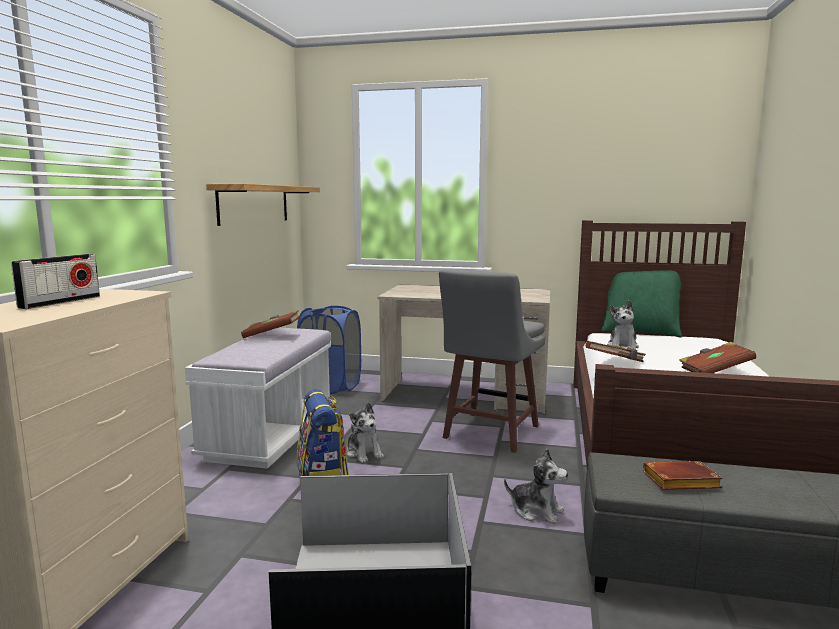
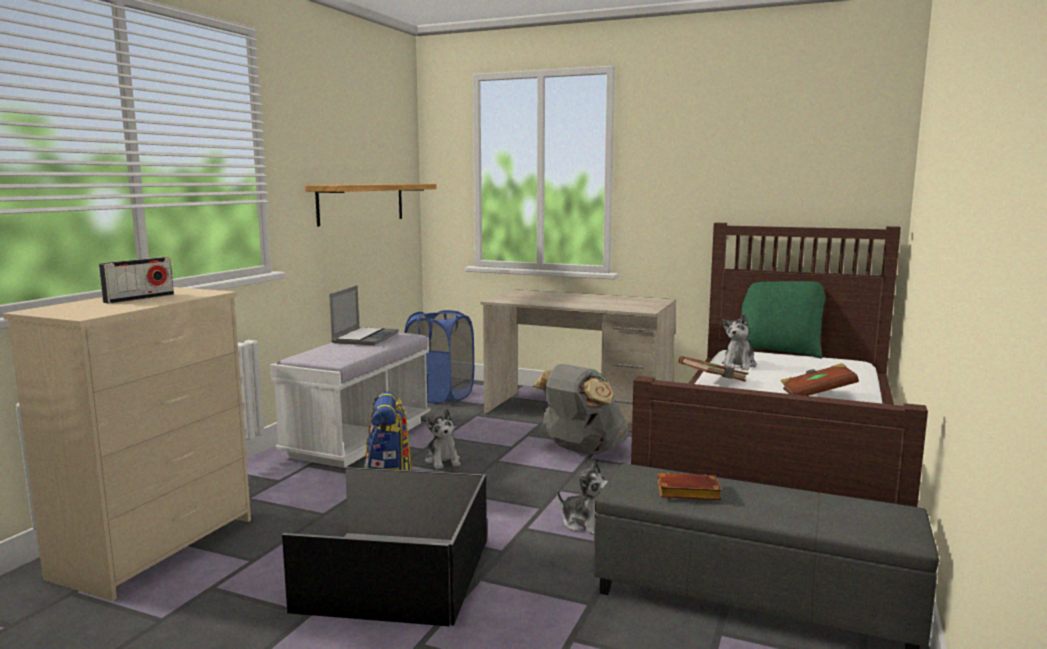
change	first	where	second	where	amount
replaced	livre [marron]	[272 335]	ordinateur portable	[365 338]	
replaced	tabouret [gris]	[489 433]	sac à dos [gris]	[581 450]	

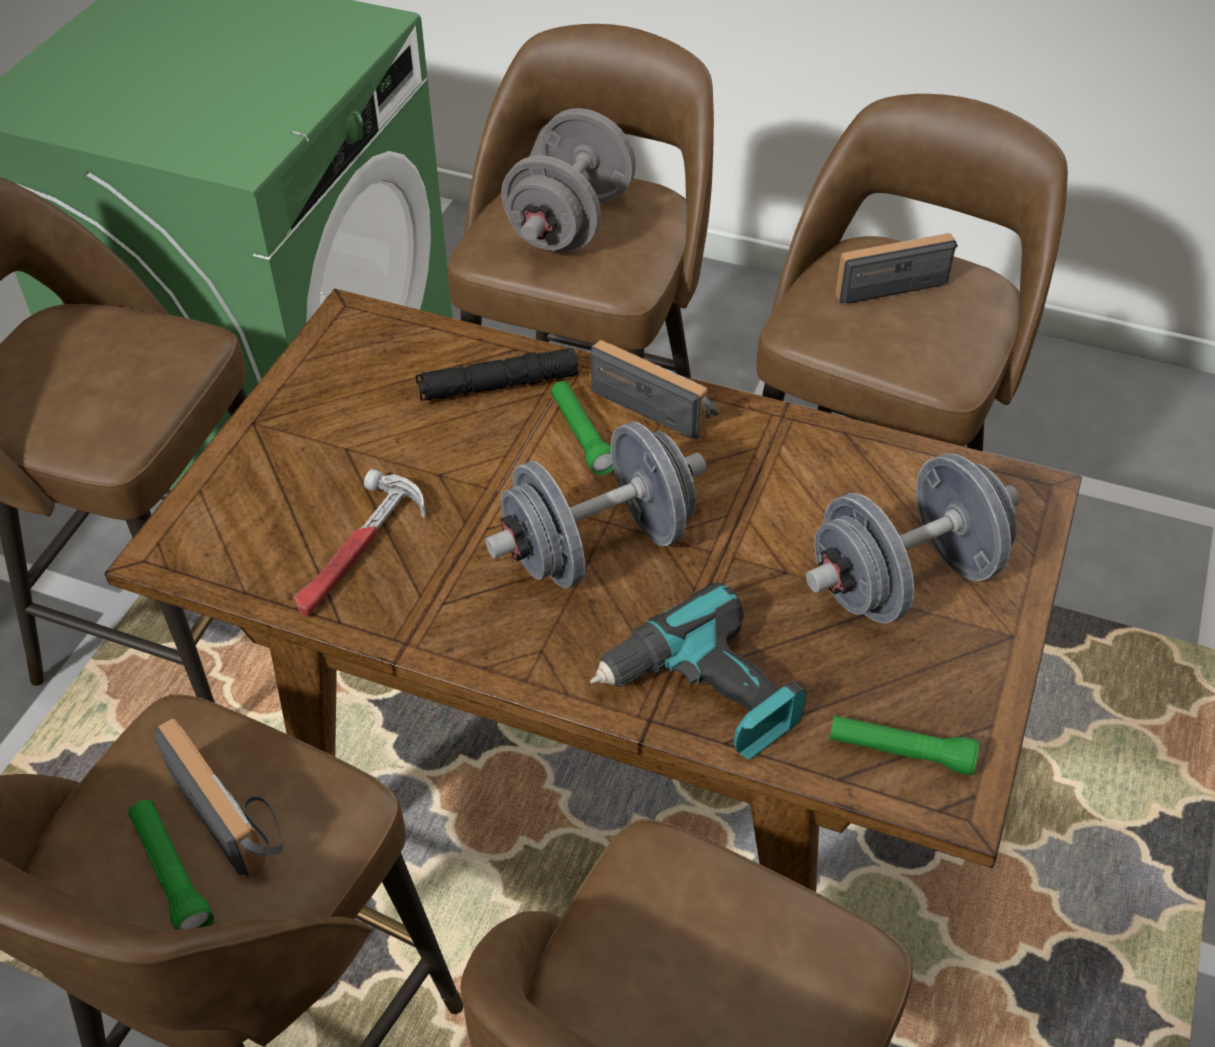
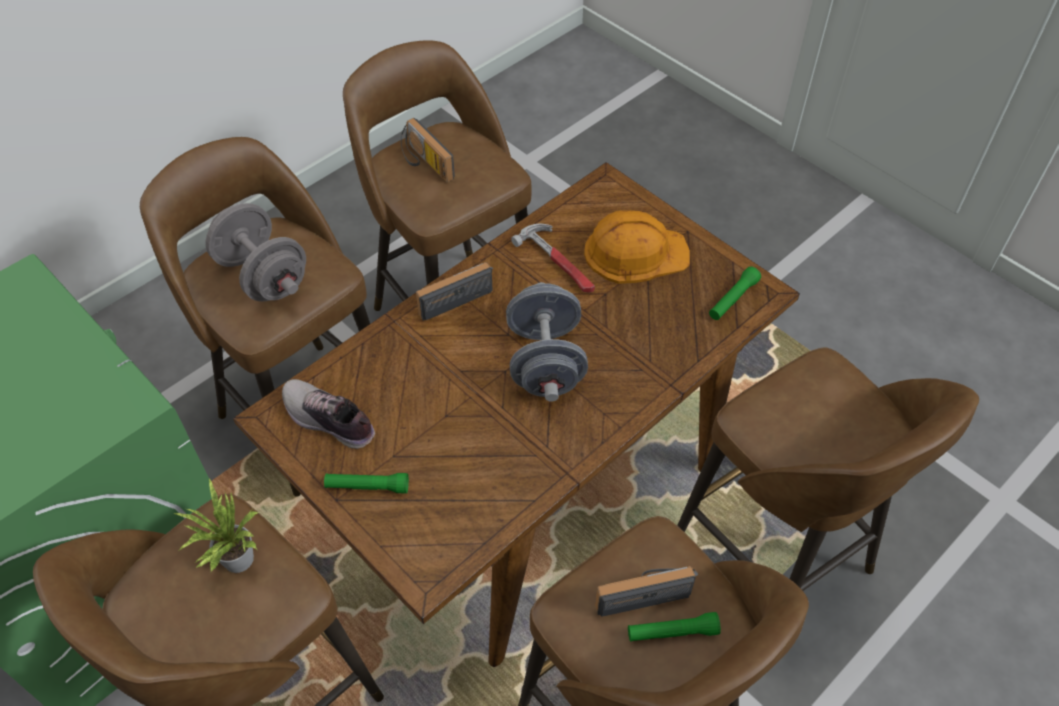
change	first	where	second	where	amount
added			plante en pot	[234 561]	
added			chaussure	[329 421]	
moved	lampe de poche [vert]	[582 436]		[367 487]	
turned	radio	[890 282]		[424 163]	45 degrees counterclockwise
moved	marteau	[358 552]		[559 262]	
replaced	haltère [gris]	[905 580]	casque de chantier [orange]	[635 252]	
removed	lampe de poche [noir]	[498 385]			
removed	perceuse	[703 695]			

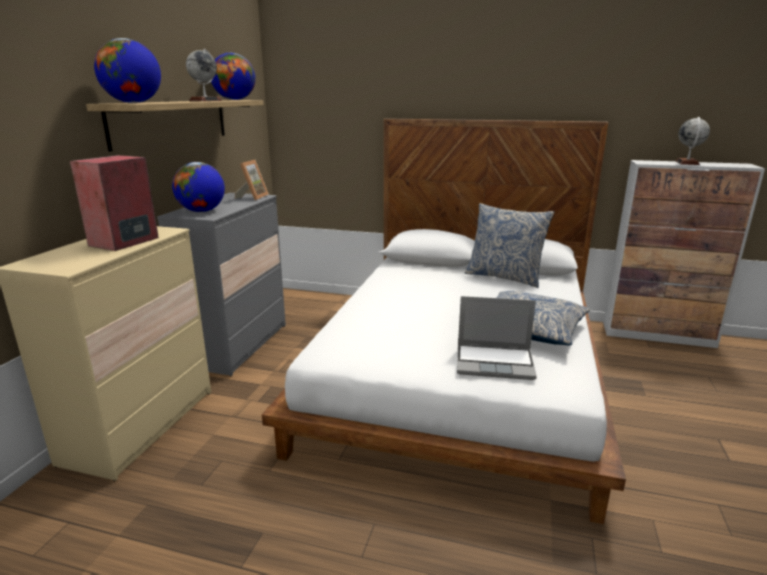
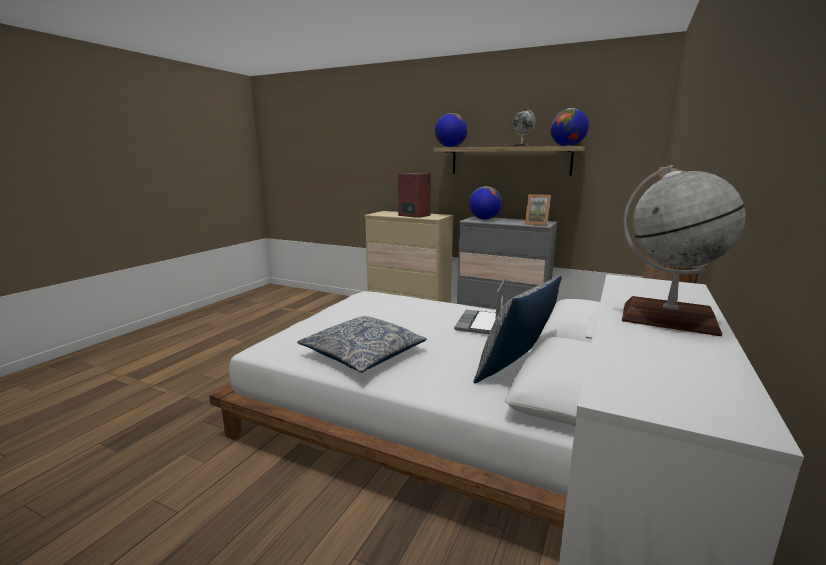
change	first	where	second	where	amount
moved	ordinateur portable	[495 362]		[481 324]	

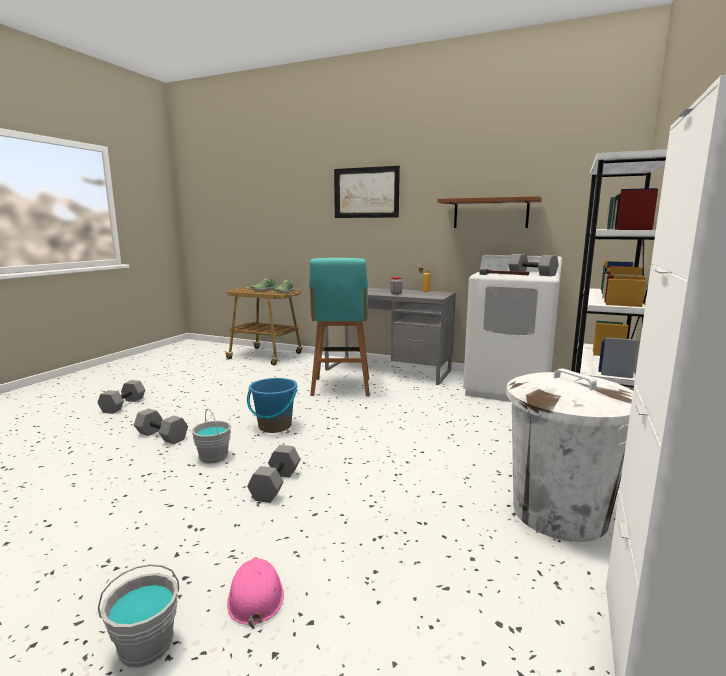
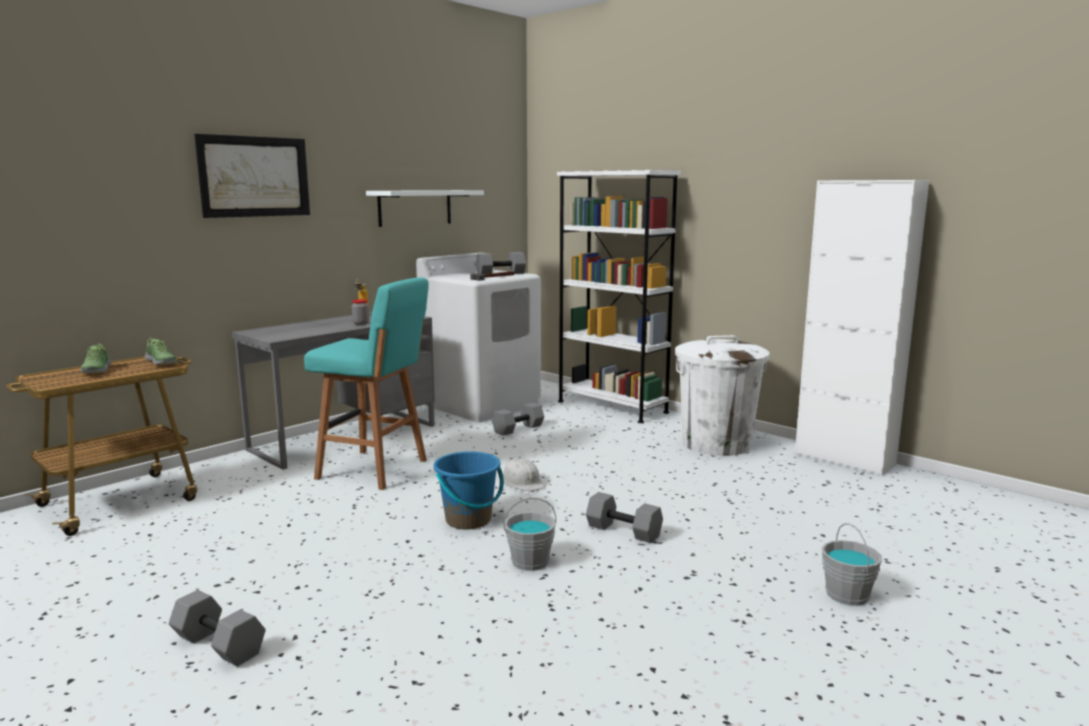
change	first	where	second	where	amount
recoloured	étagère [marron]	[490 213]	étagère [blanc]	[415 207]	
moved	haltère [gris]	[163 436]		[518 429]	
added			casque de chantier [blanc]	[523 482]	
removed	casque de chantier [rose]	[255 596]			

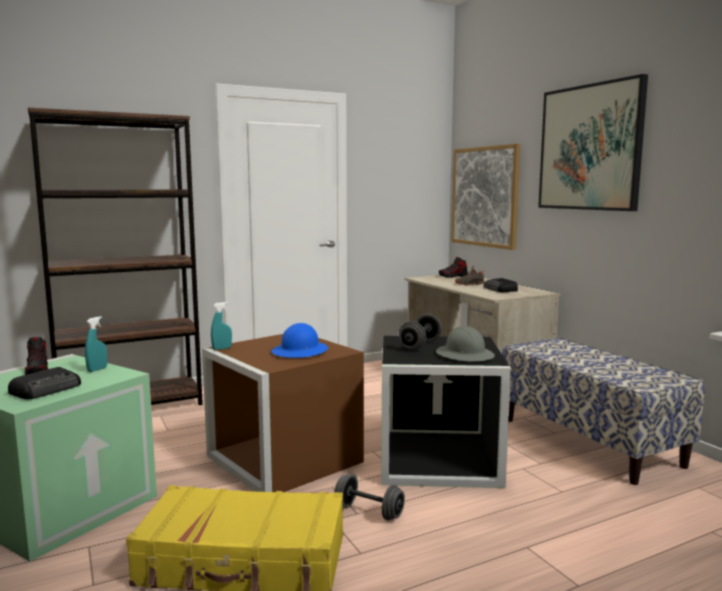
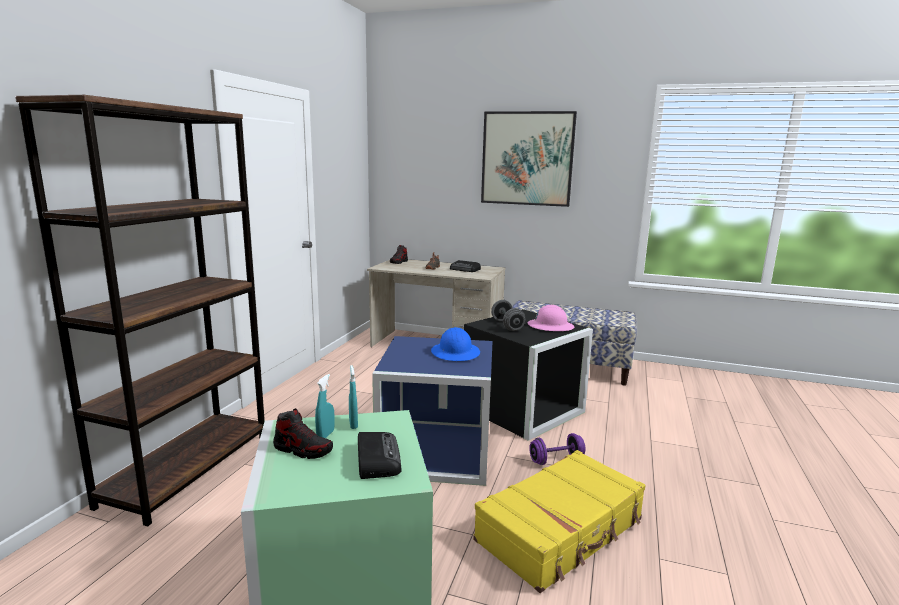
change	first	where	second	where	amount
moved	vaporisateur [turquoise]	[222 348]		[325 435]	
recoloured	boîte de rangement [marron]	[281 459]	boîte de rangement [bleu]	[434 452]	
recoloured	casque de chantier [gris]	[465 355]	casque de chantier [rose]	[550 326]	
recoloured	haltère [gris]	[369 511]	haltère [violet]	[556 460]	
removed	tableau	[485 196]			

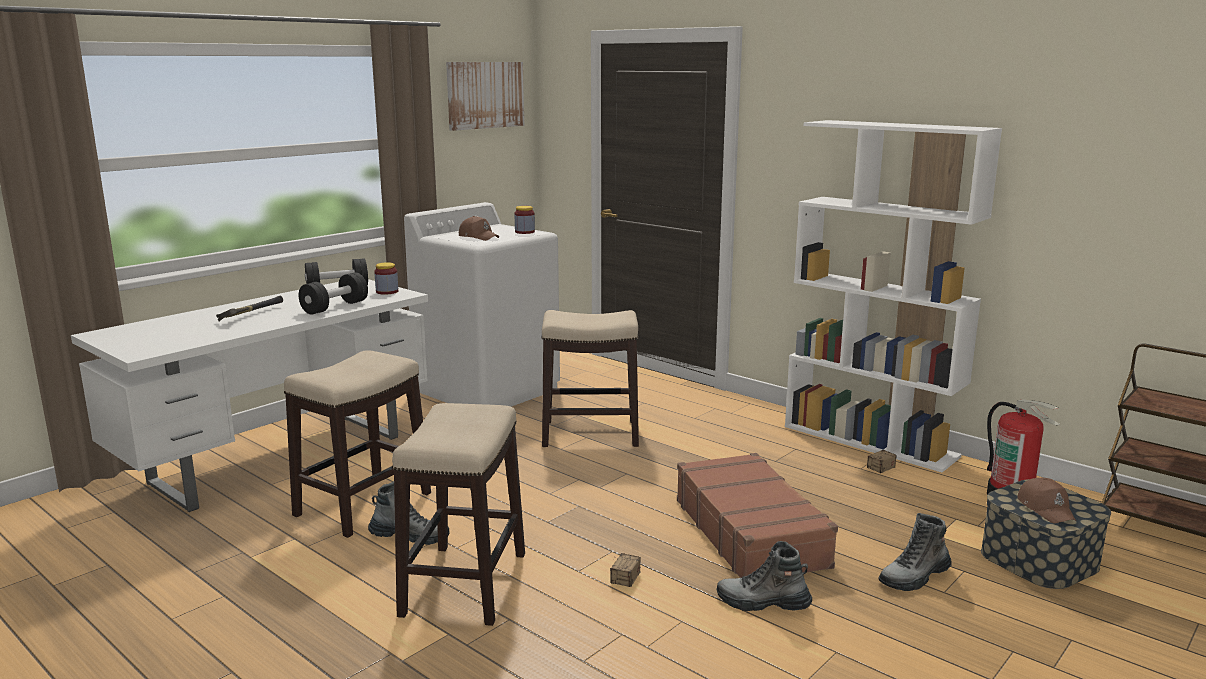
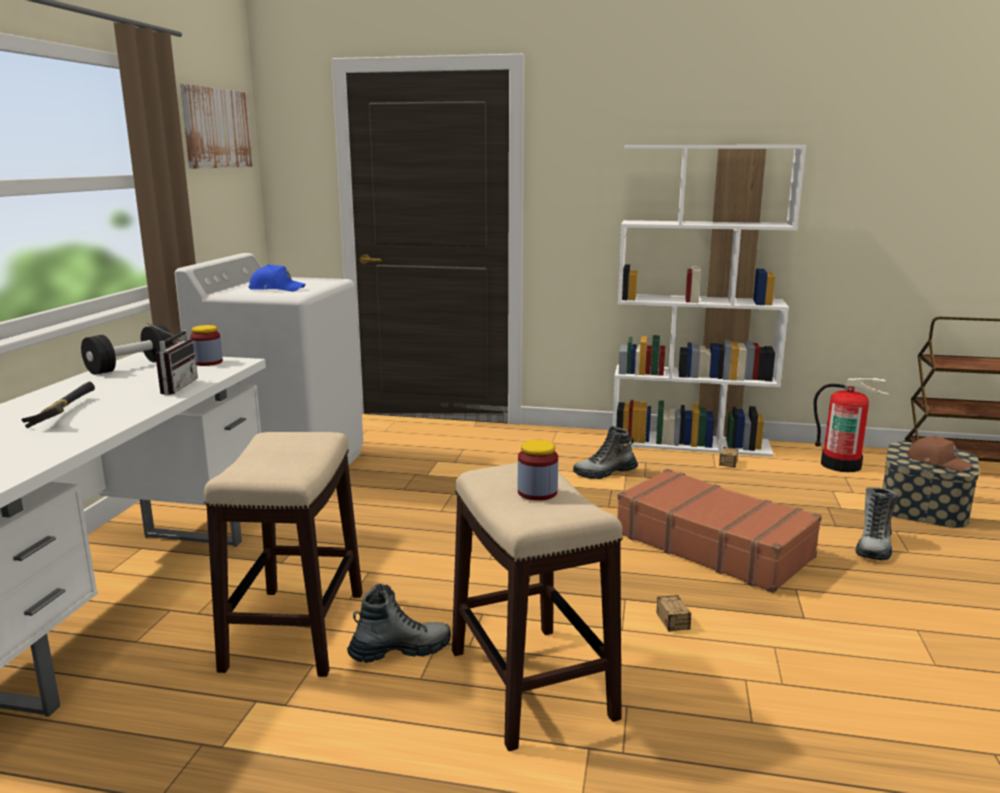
change	first	where	second	where	amount
replaced	haltère [noir]	[335 307]	radio	[173 387]	
recoloured	casquette [marron]	[478 237]	casquette [bleu]	[276 289]	
moved	bocal	[524 232]		[537 492]	
moved	botte	[763 603]		[605 473]	
removed	tabouret	[591 433]			

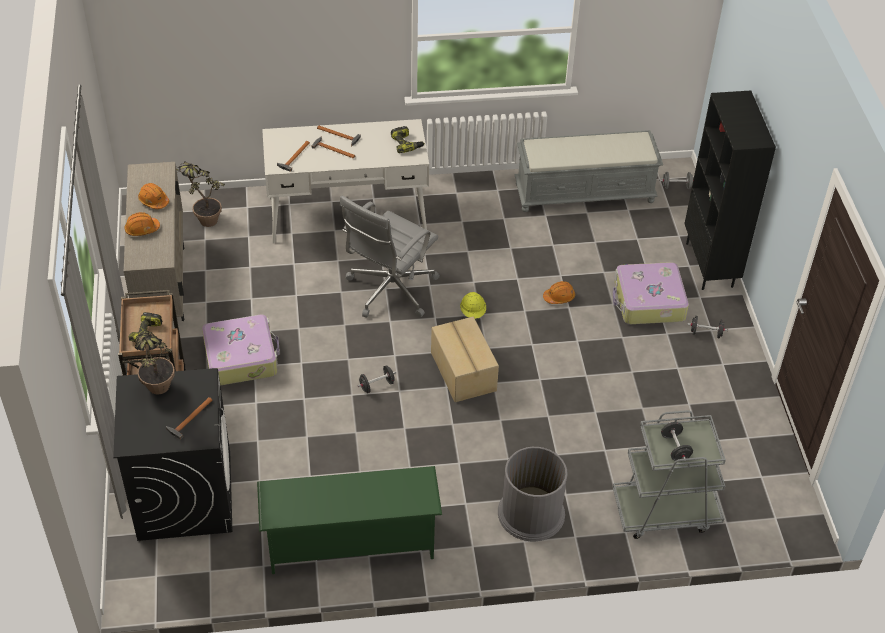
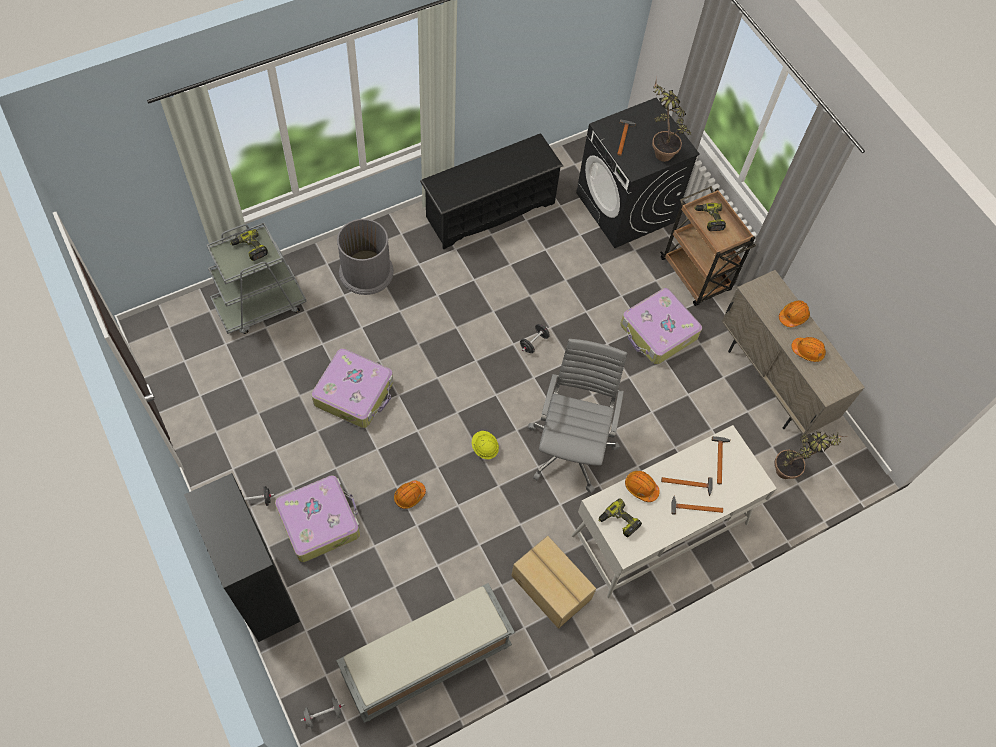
change	first	where	second	where	amount
replaced	haltère [noir]	[675 448]	perceuse	[250 248]	
added			valise	[355 393]	
recoloured	étagère à chaussures [vert]	[350 543]	étagère à chaussures [noir]	[489 210]	
moved	carton	[462 372]		[551 586]	
added			casque de chantier [orange]	[641 487]	

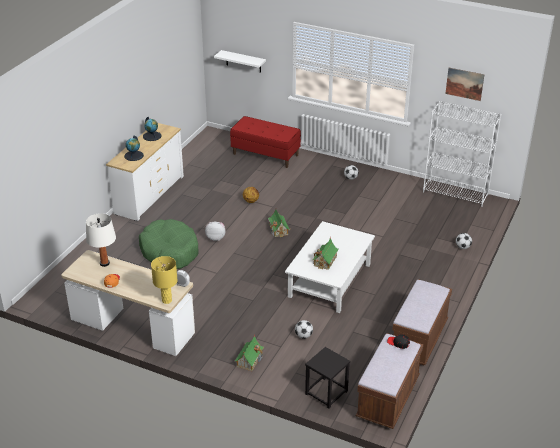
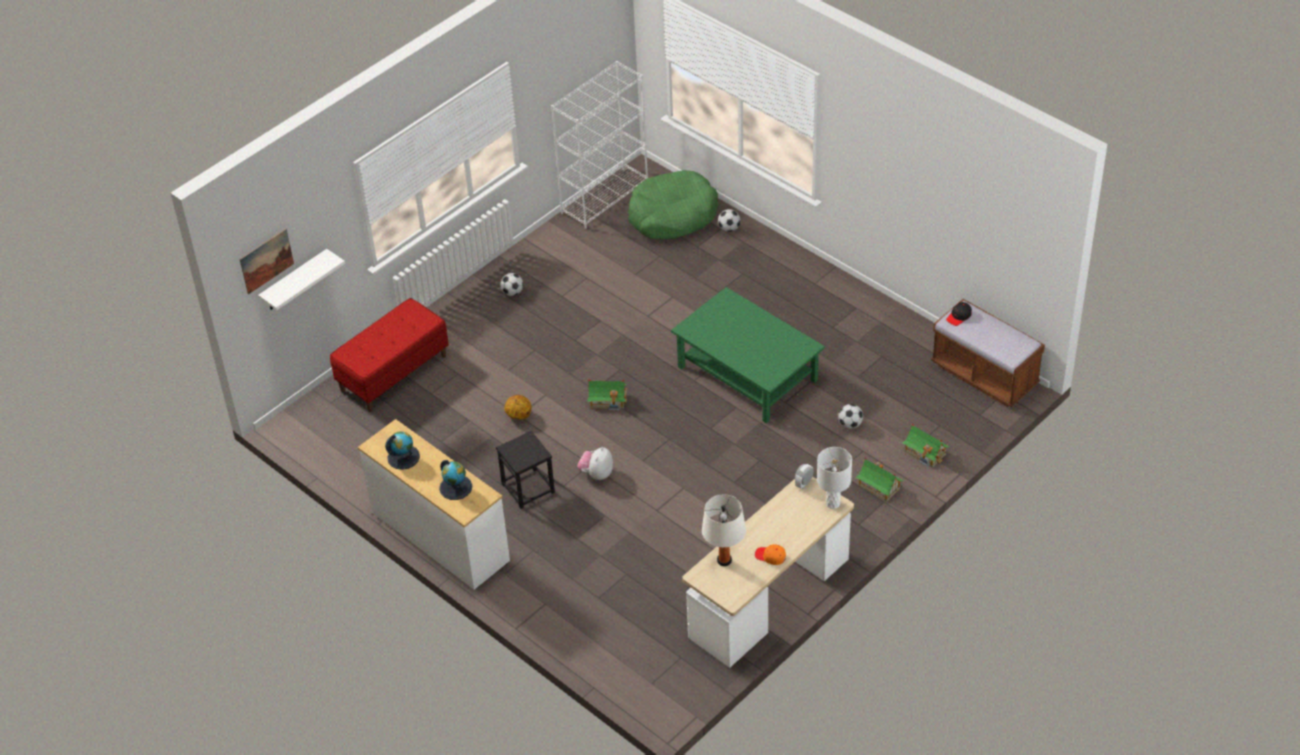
change	first	where	second	where	amount
moved	tableau	[464 84]		[266 261]	
moved	tabouret [noir]	[326 393]		[528 488]	
moved	panier pour chien [vert]	[169 251]		[672 215]	
recoloured	table basse [blanc]	[330 280]	table basse [vert]	[748 373]	
recoloured	lampe de table [jaune]	[166 300]	lampe de table [blanc]	[833 503]	
moved	maison miniature	[325 261]		[925 453]	
removed	banc [marron]	[419 339]			

